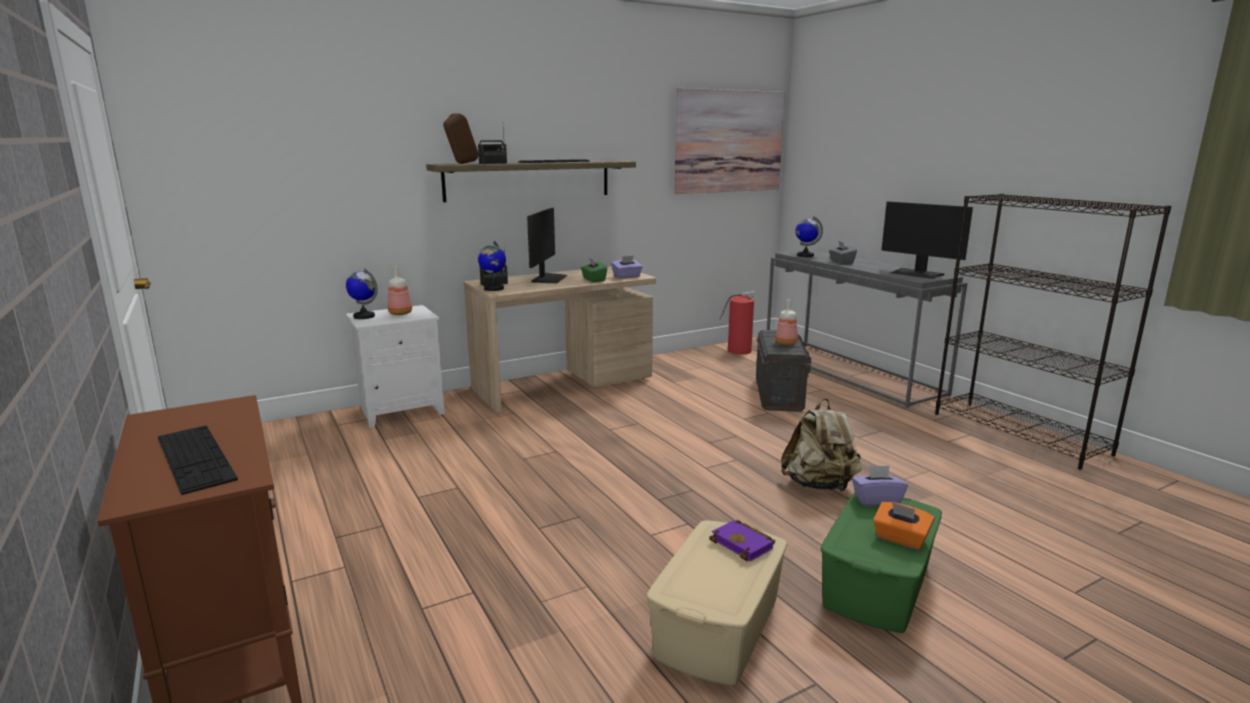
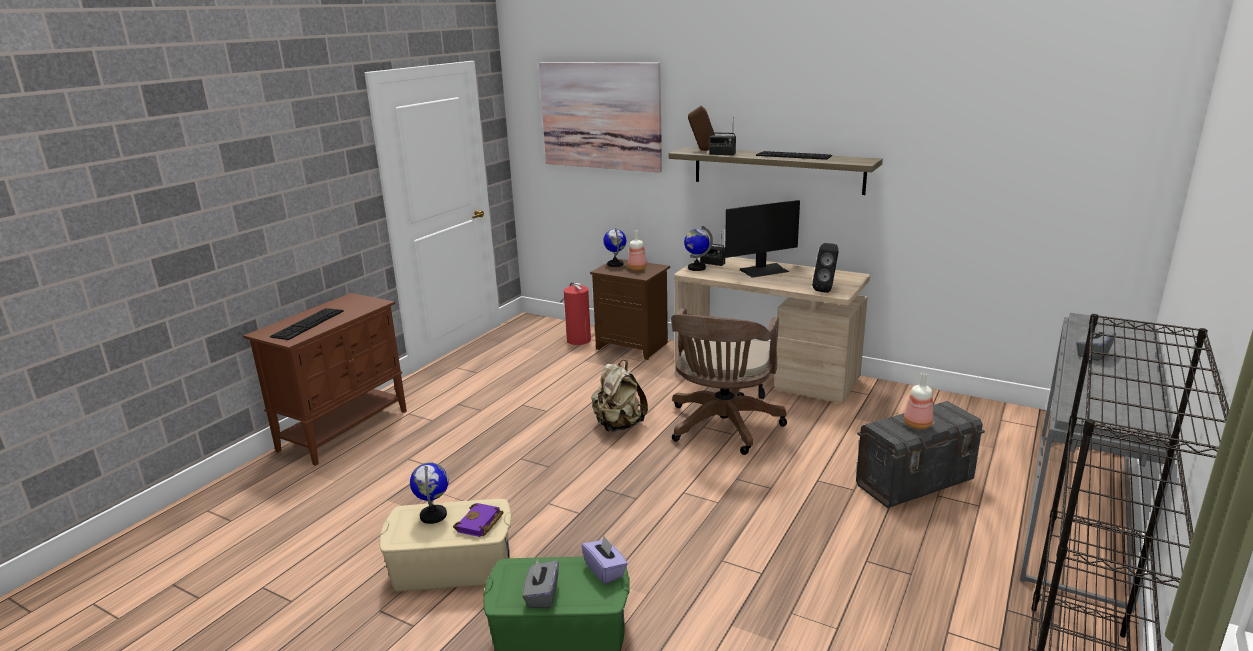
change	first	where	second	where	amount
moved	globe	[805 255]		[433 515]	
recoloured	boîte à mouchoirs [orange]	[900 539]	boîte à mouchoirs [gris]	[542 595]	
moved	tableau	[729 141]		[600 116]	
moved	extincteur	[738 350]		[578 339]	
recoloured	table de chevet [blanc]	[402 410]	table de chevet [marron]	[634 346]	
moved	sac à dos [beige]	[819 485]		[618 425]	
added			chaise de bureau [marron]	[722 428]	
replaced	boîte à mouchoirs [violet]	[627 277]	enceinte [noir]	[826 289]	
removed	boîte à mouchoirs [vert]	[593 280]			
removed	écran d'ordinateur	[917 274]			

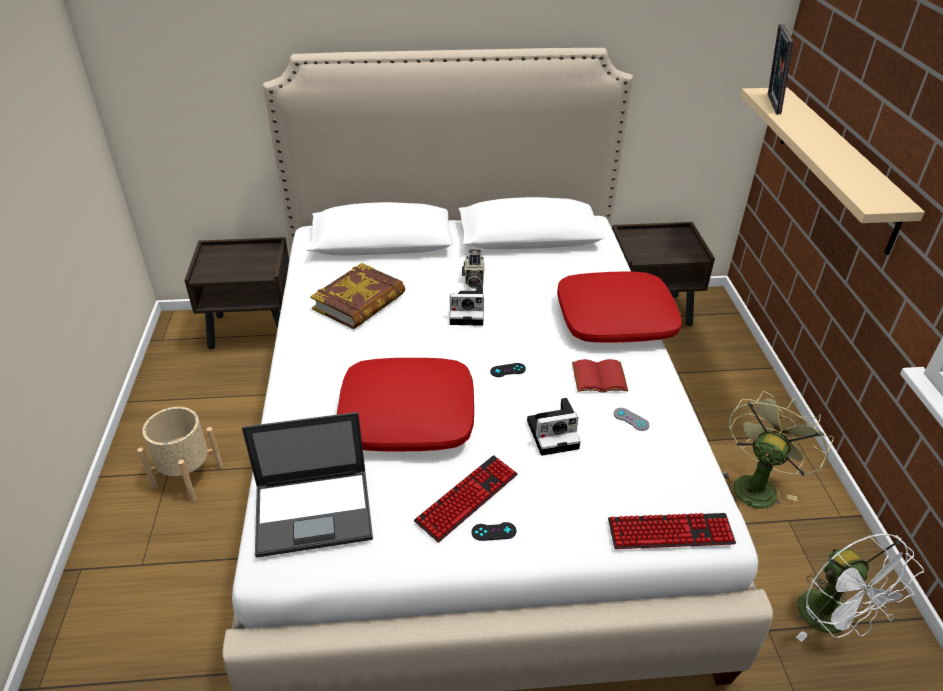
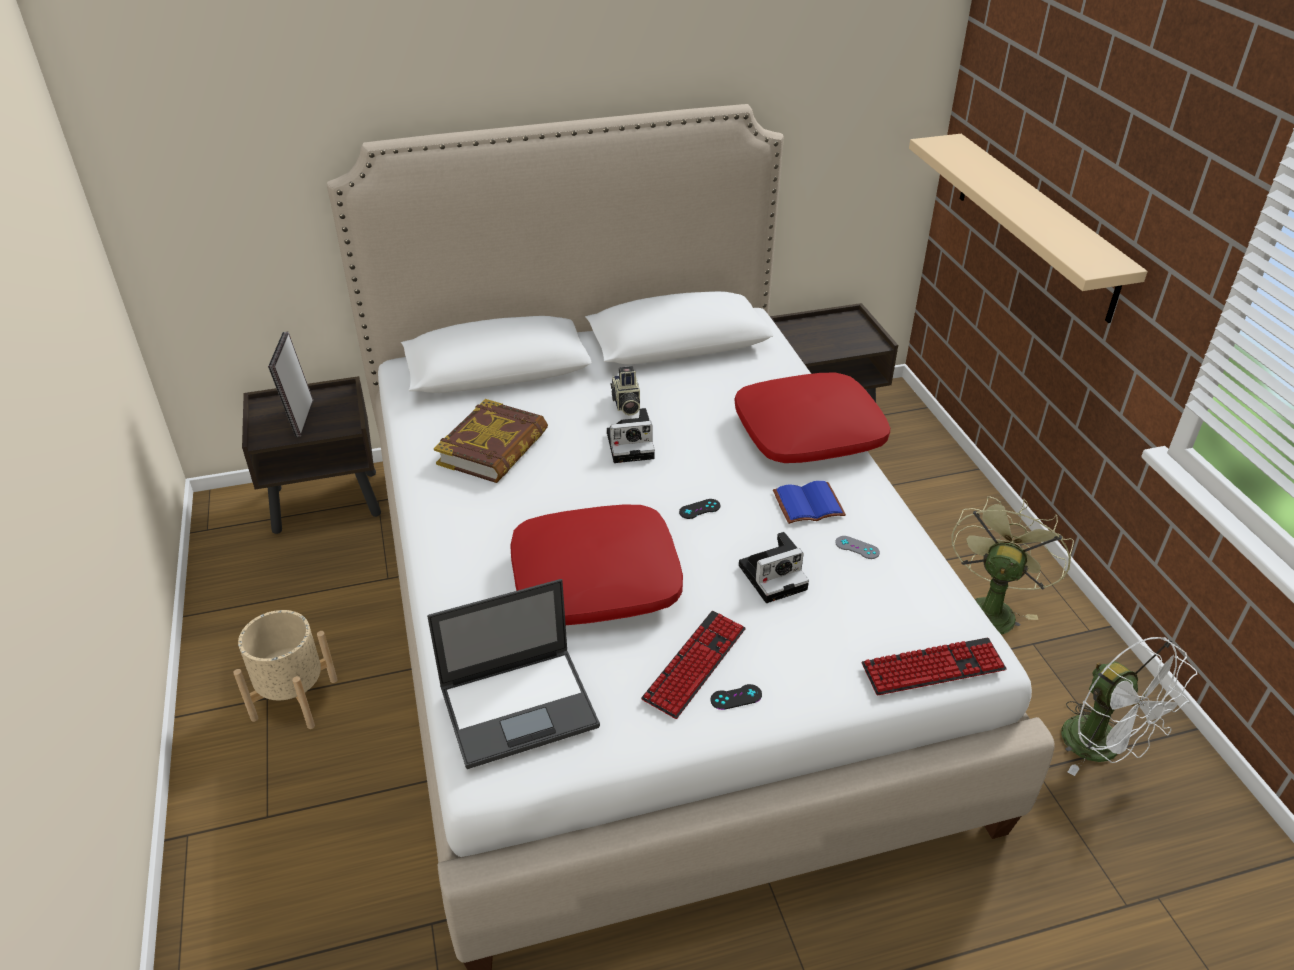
change	first	where	second	where	amount
moved	cadre photo	[770 104]		[300 418]	
recoloured	livre [rouge]	[599 377]	livre [bleu]	[808 503]	

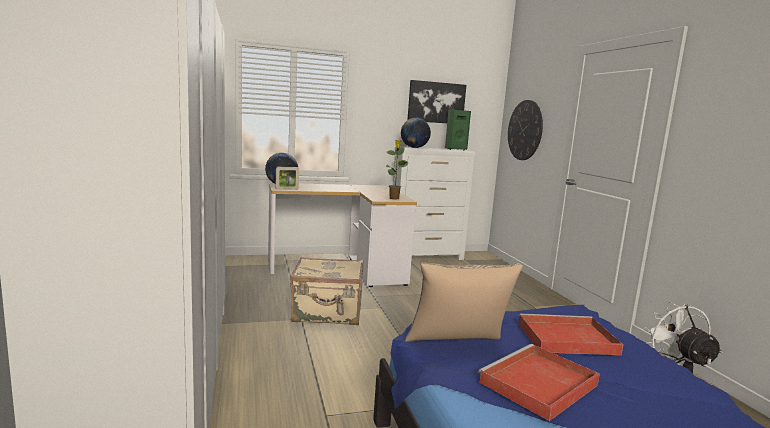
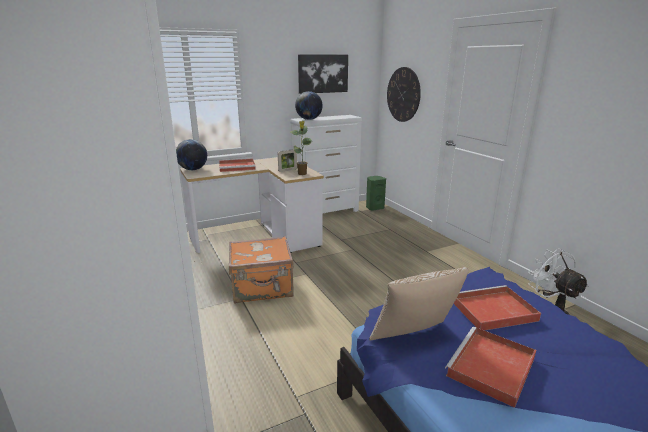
change	first	where	second	where	amount
added			plateau [rouge]	[238 167]	
recoloured	valise [beige]	[328 313]	valise [orange]	[262 288]	
moved	cadre photo	[287 189]		[287 170]	
moved	enceinte [vert]	[455 149]		[374 208]	

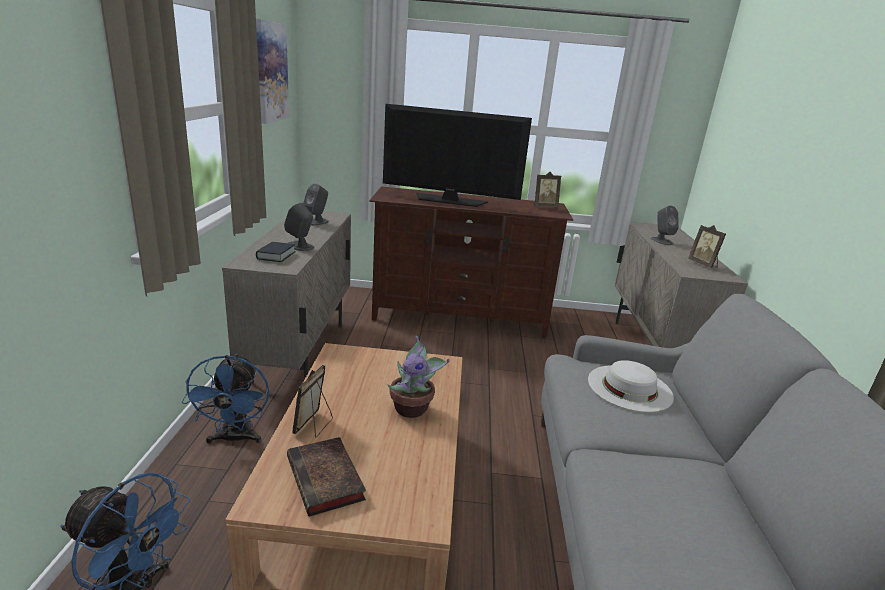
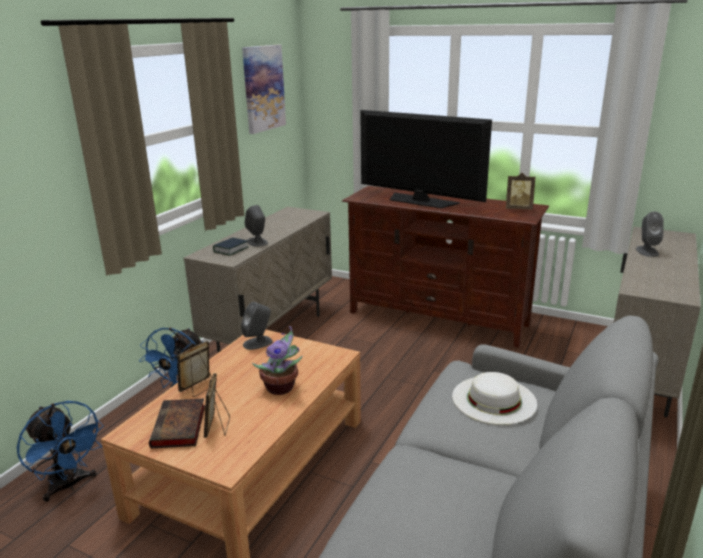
change	first	where	second	where	amount
moved	cadre photo	[703 264]		[217 427]	
moved	enceinte [gris]	[316 222]		[258 343]	

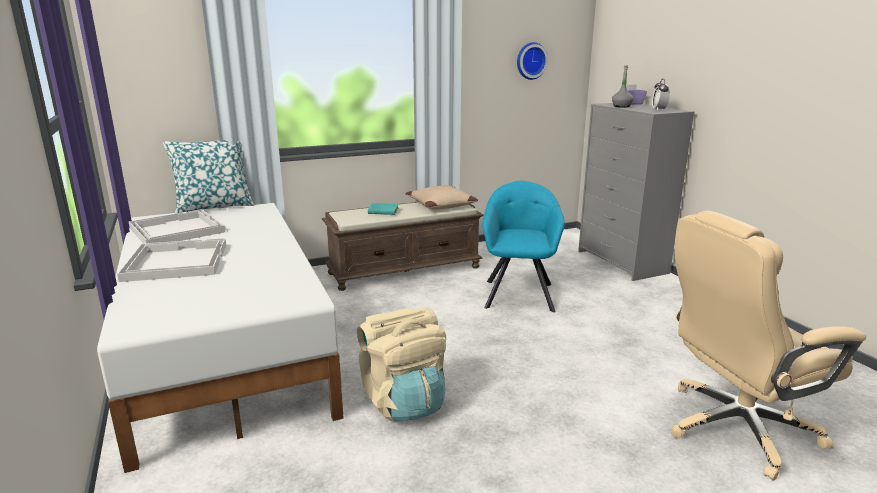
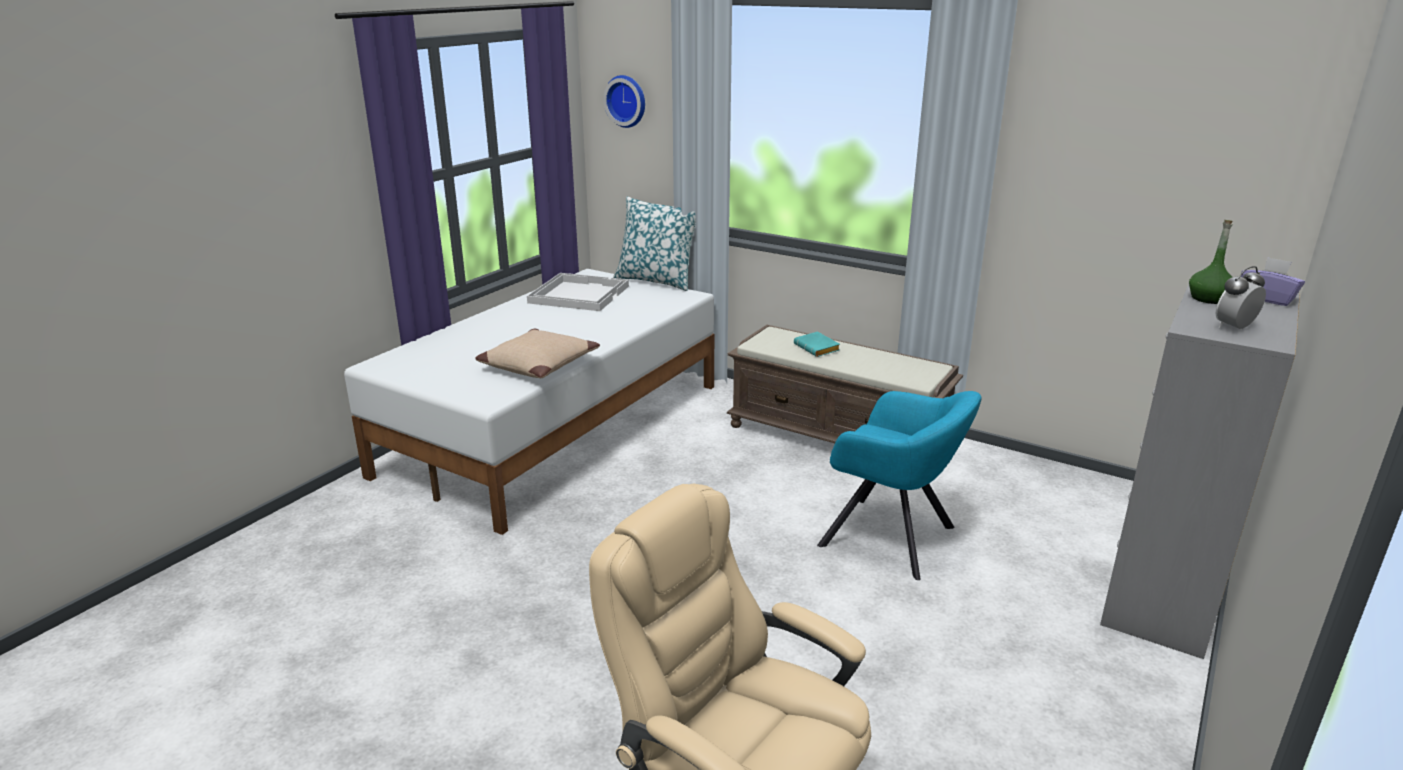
change	first	where	second	where	amount
moved	coussin [beige]	[440 205]		[538 365]	
moved	horloge murale	[530 61]		[627 101]	
turned	fauteuil [turquoise]	[519 293]		[893 538]	60 degrees clockwise
recoloured	bouteille [gris]	[621 106]	bouteille [vert]	[1208 298]	
removed	plateau [blanc]	[176 262]			
removed	sac à dos [beige]	[403 401]			

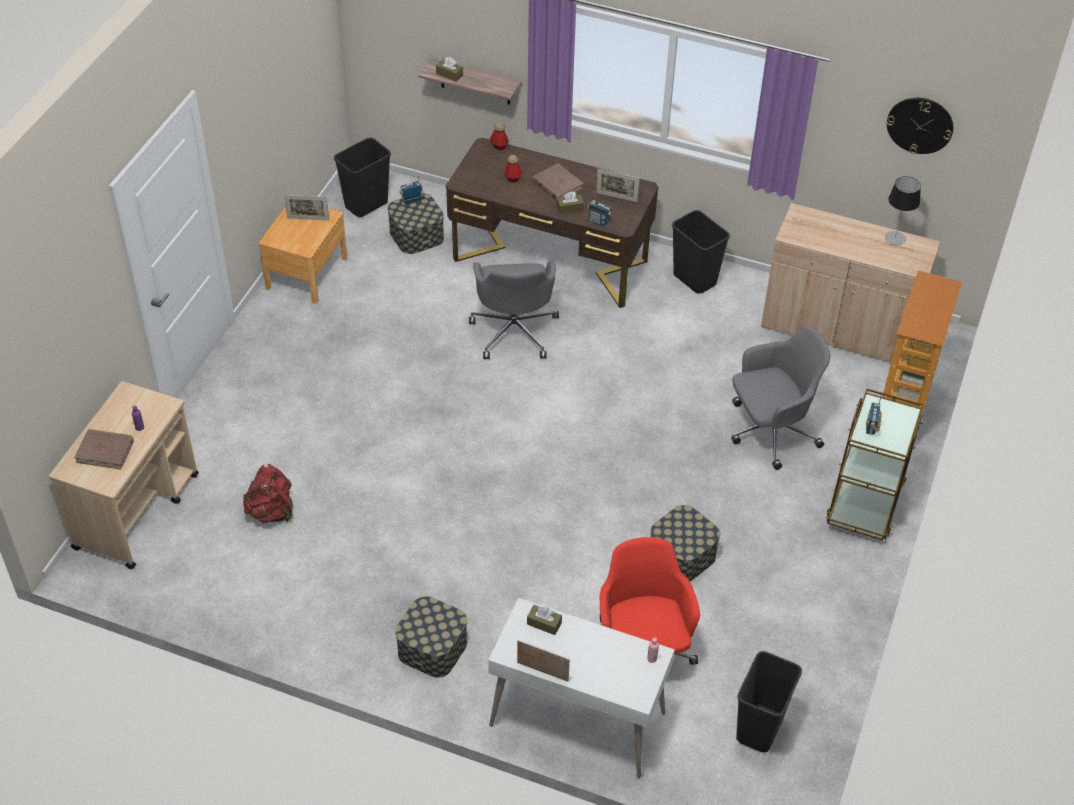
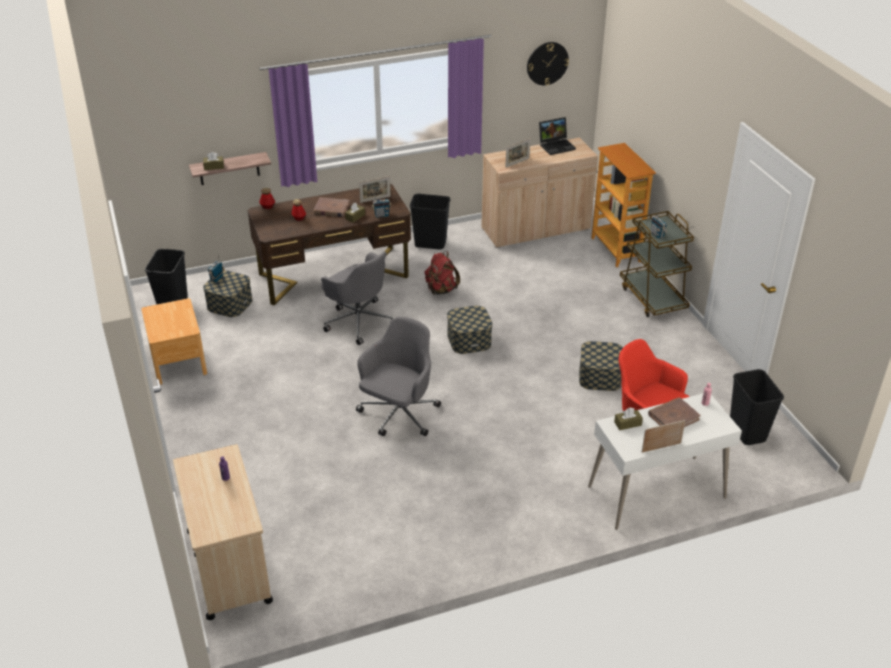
change	first	where	second	where	amount
moved	chaise de bureau [gris]	[770 432]		[398 415]	
moved	sac à dos [rouge]	[271 512]		[441 290]	
moved	boîte de rangement	[432 648]		[469 340]	
moved	cadre photo	[308 219]		[517 163]	
replaced	lampe de table	[895 238]	ordinateur portable	[557 145]	
moved	livre [marron]	[105 451]		[673 417]	

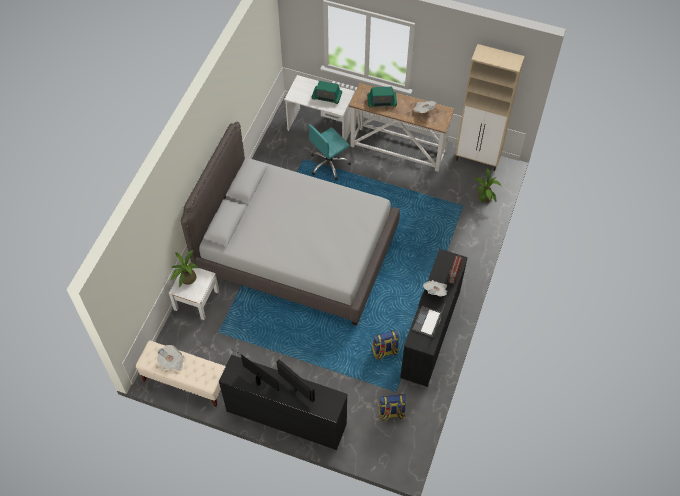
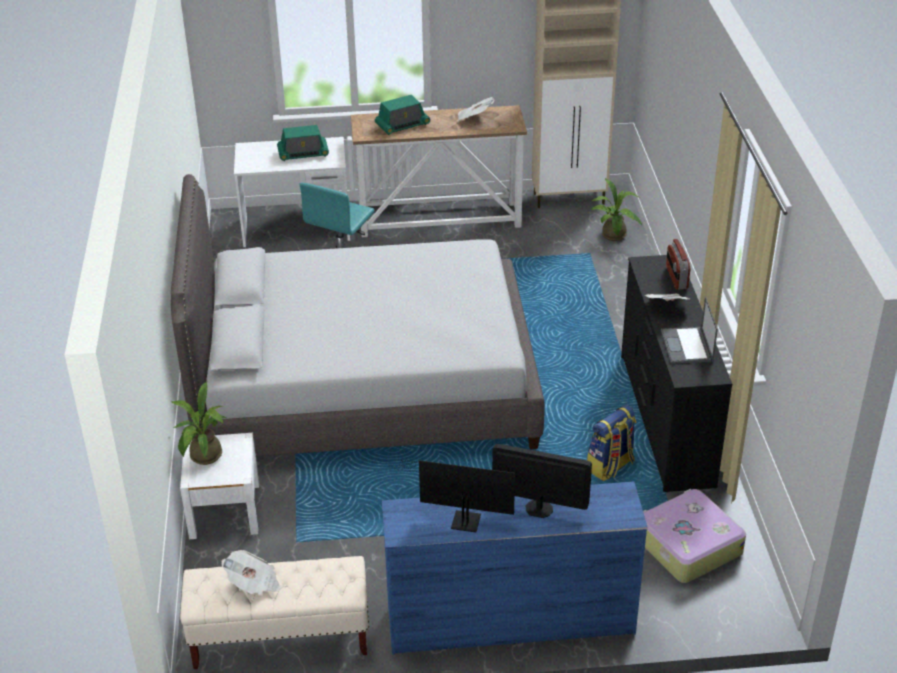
change	first	where	second	where	amount
recoloured	commode [noir]	[286 417]	commode [bleu]	[509 620]	
replaced	sac à dos	[391 413]	valise	[686 545]	

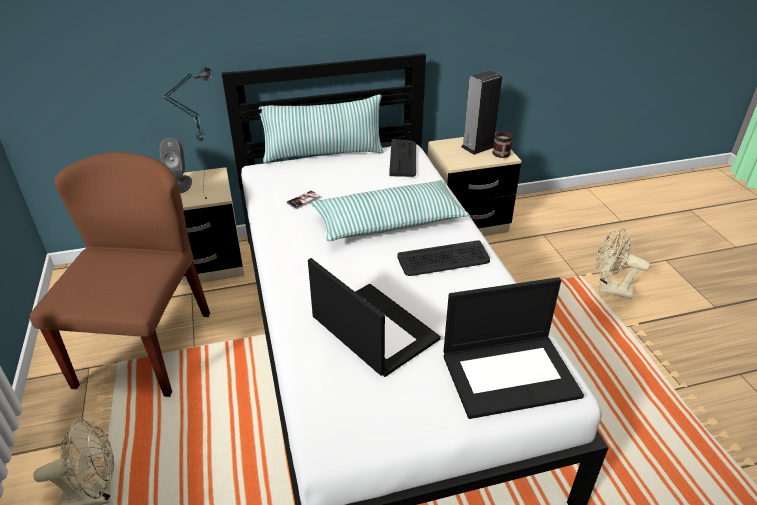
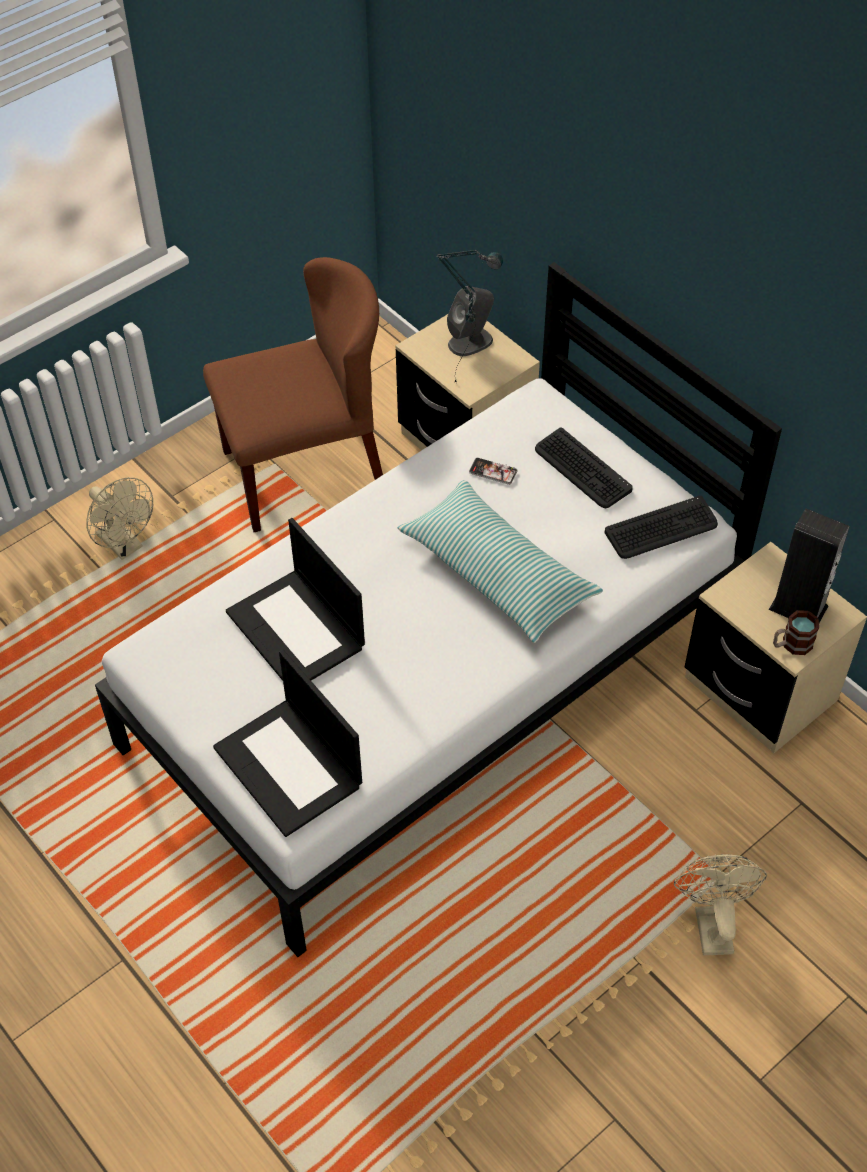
change	first	where	second	where	amount
turned	ordinateur portable	[373 329]		[297 630]	120 degrees clockwise
moved	clavier	[443 259]		[582 469]	
removed	coussin	[323 154]			

